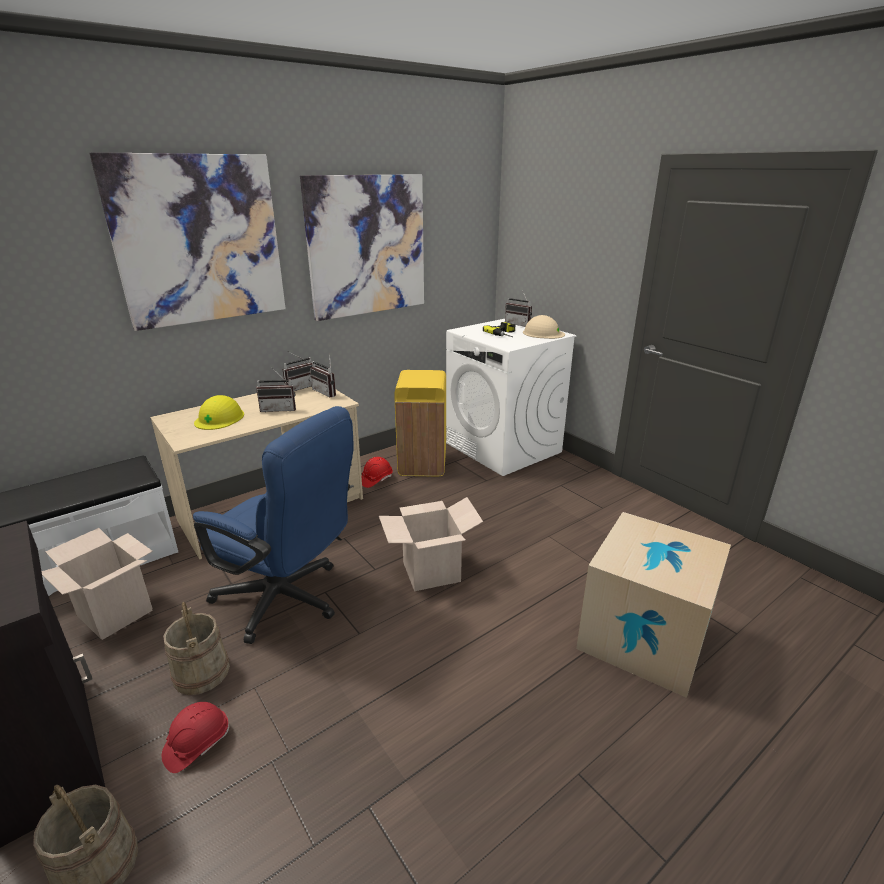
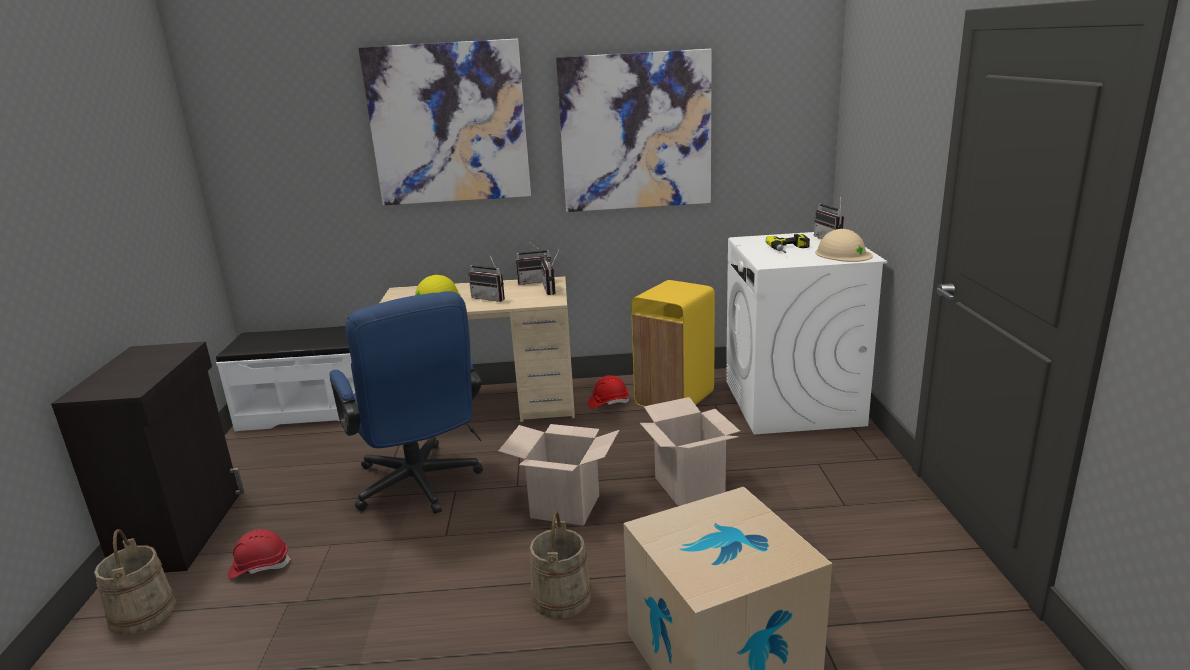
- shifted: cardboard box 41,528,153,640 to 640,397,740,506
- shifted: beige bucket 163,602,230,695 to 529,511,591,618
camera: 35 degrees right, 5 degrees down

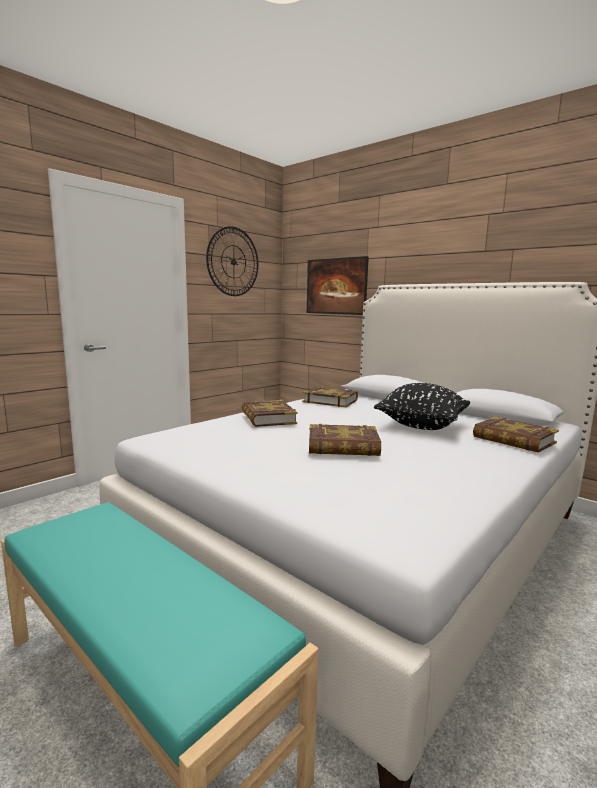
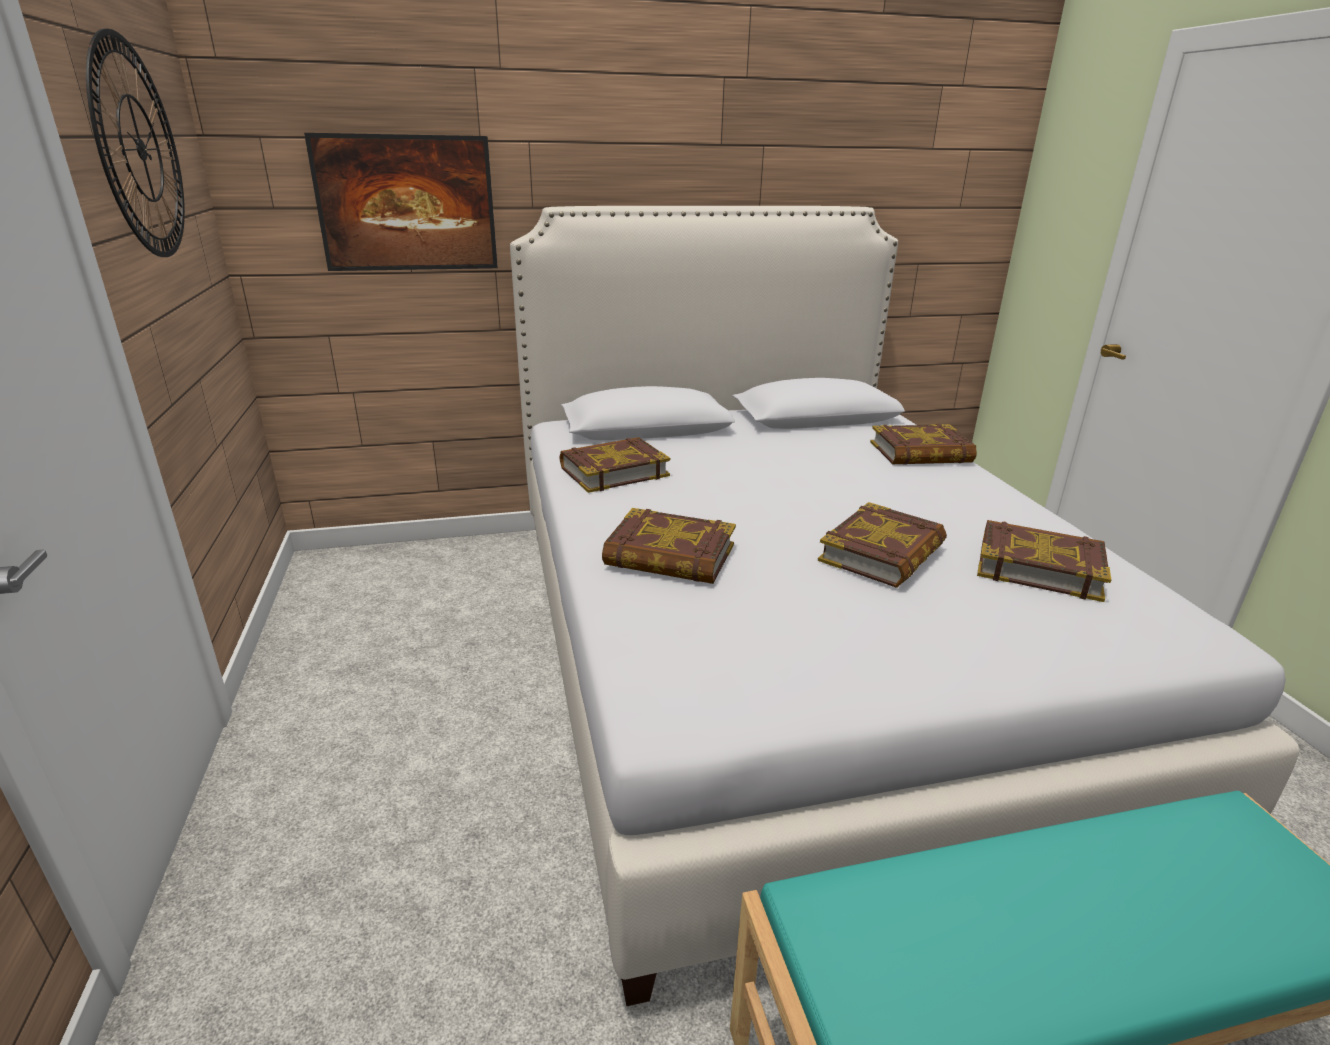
- gone: black pillow 374,383,470,430
- new: book 977,520,1112,602
camera: 55 degrees left, 15 degrees up

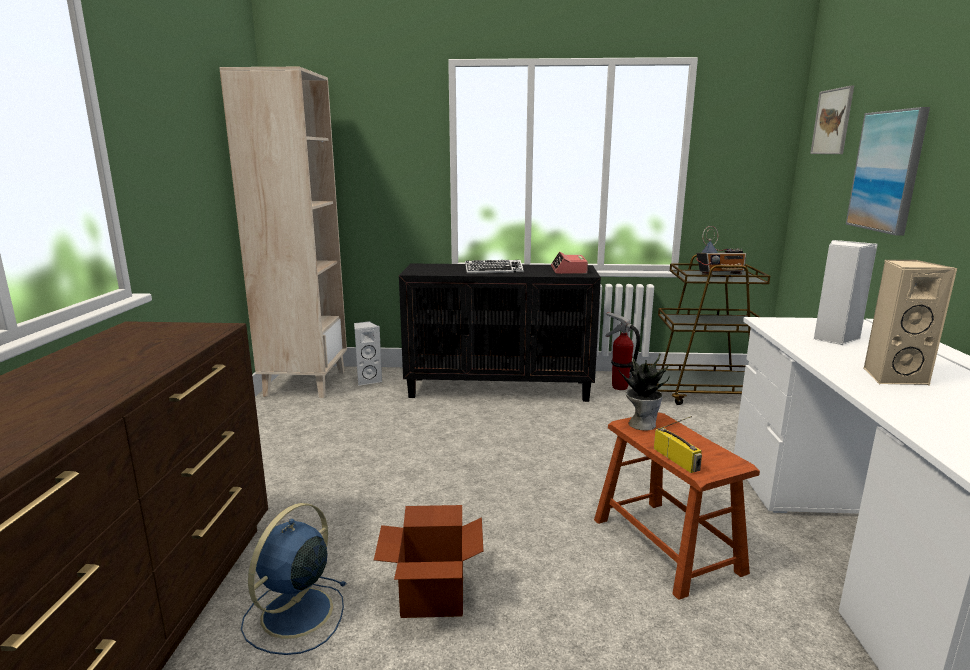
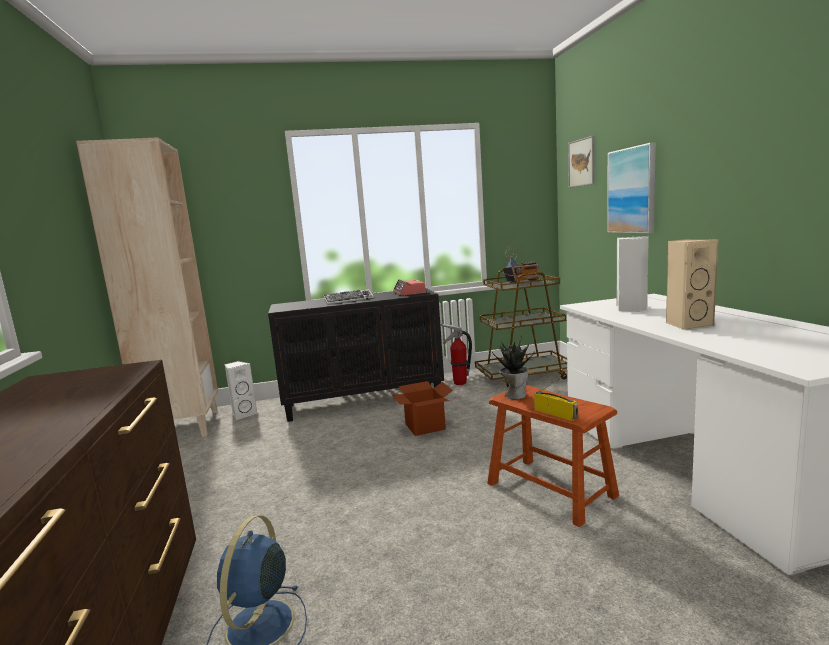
- shifted: cardboard box 374,505,483,618 to 392,381,453,436
camera: 15 degrees left, 5 degrees down

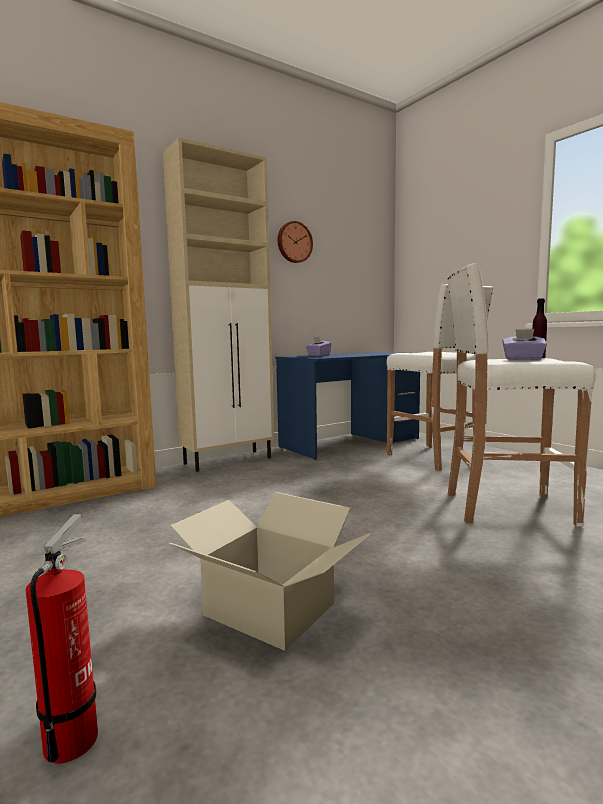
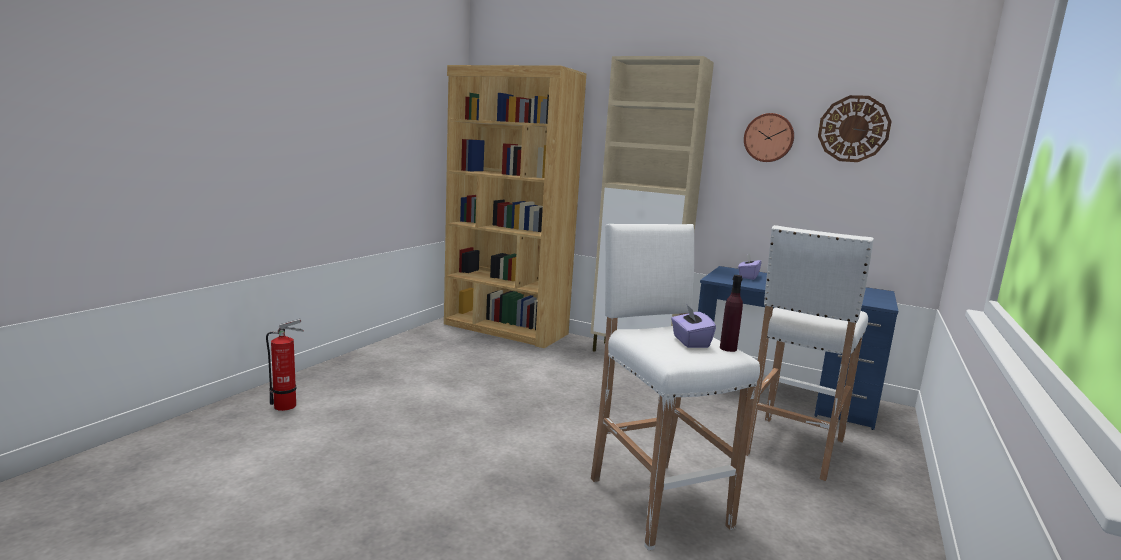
- gone: cardboard box 169,492,370,651
- new: wall clock 818,95,892,162
camera: 60 degrees right, 5 degrees up

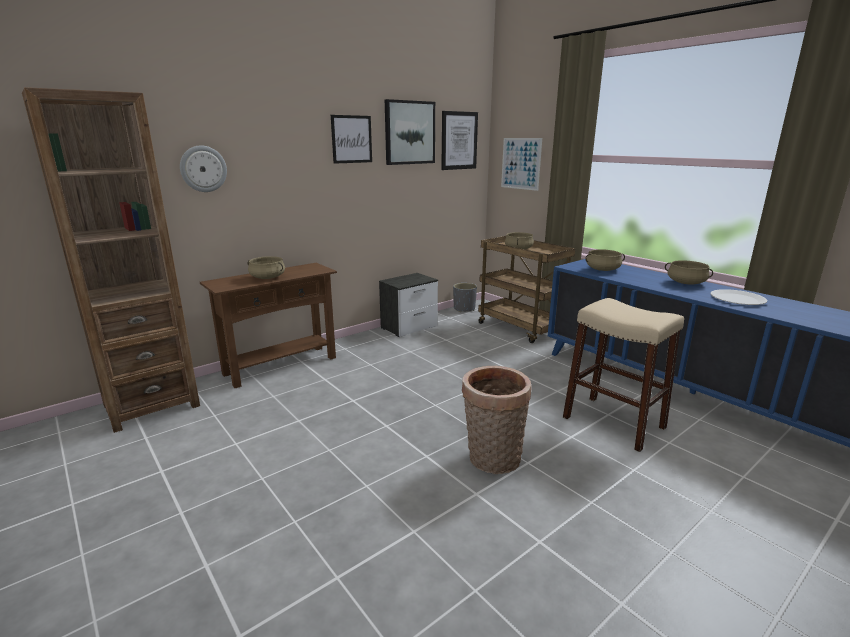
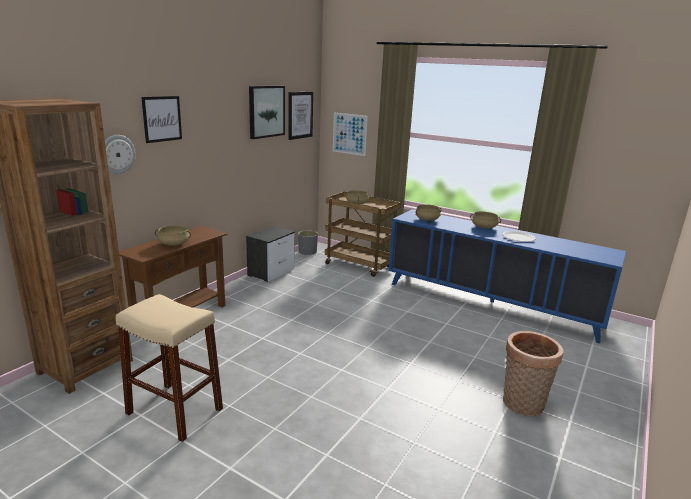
- shifted: picture 331,115,372,164 to 141,96,182,143
- shifted: beige stool 563,298,684,452 to 116,294,223,442
- shifted: basket 462,366,532,474 to 503,331,564,416
camera: 20 degrees left, 0 degrees up

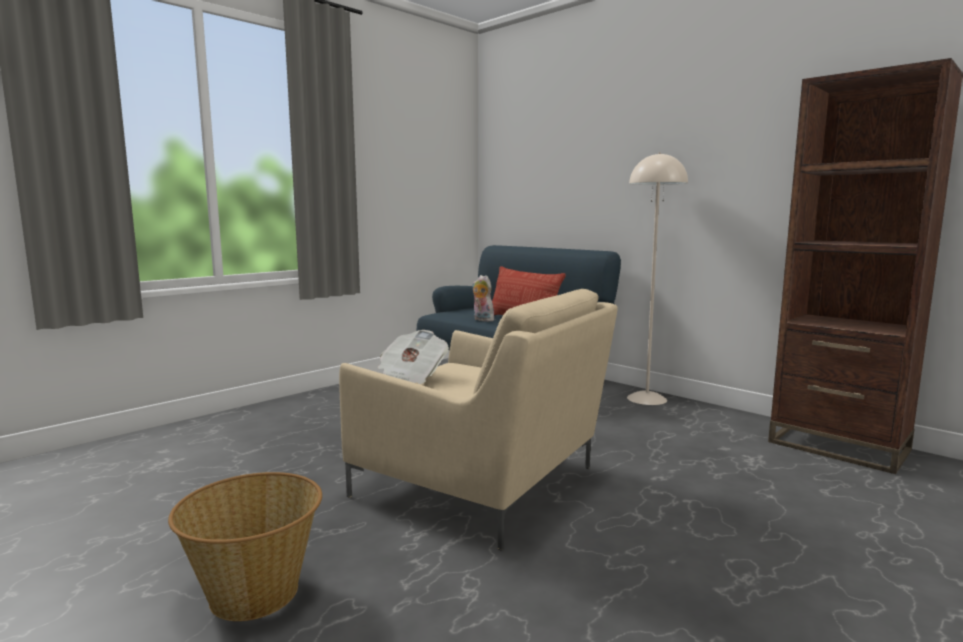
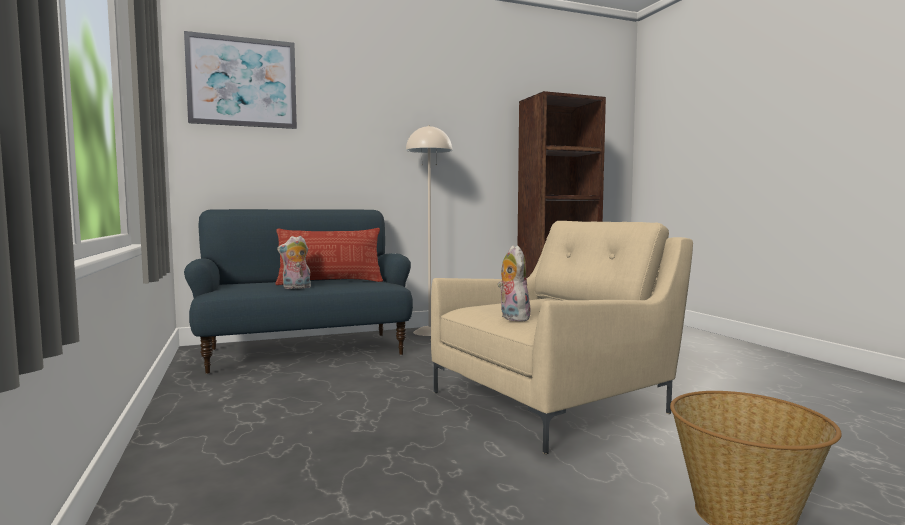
- swapped: newspaper 377,330,449,384 to plush toy 497,246,531,321
- new: picture 184,31,297,129
camera: 65 degrees left, 5 degrees down

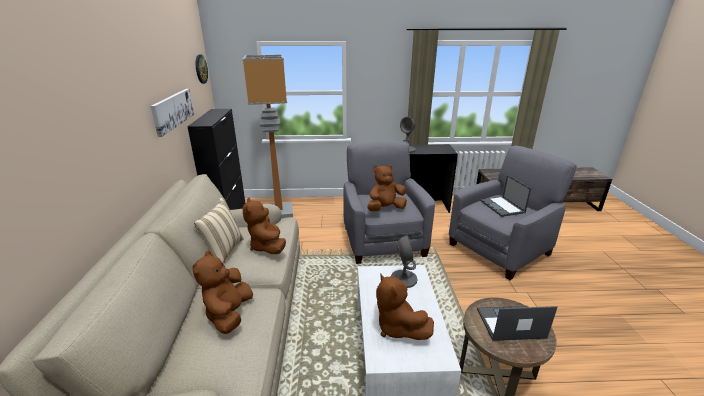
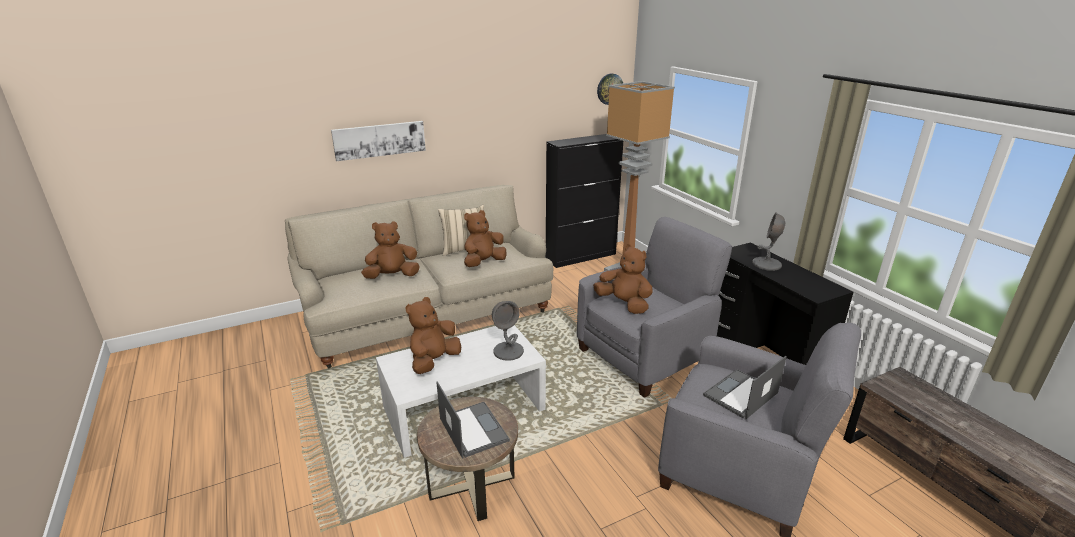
- shifted: picture 150,89,194,137 to 331,121,426,161
camera: 65 degrees right, 0 degrees up

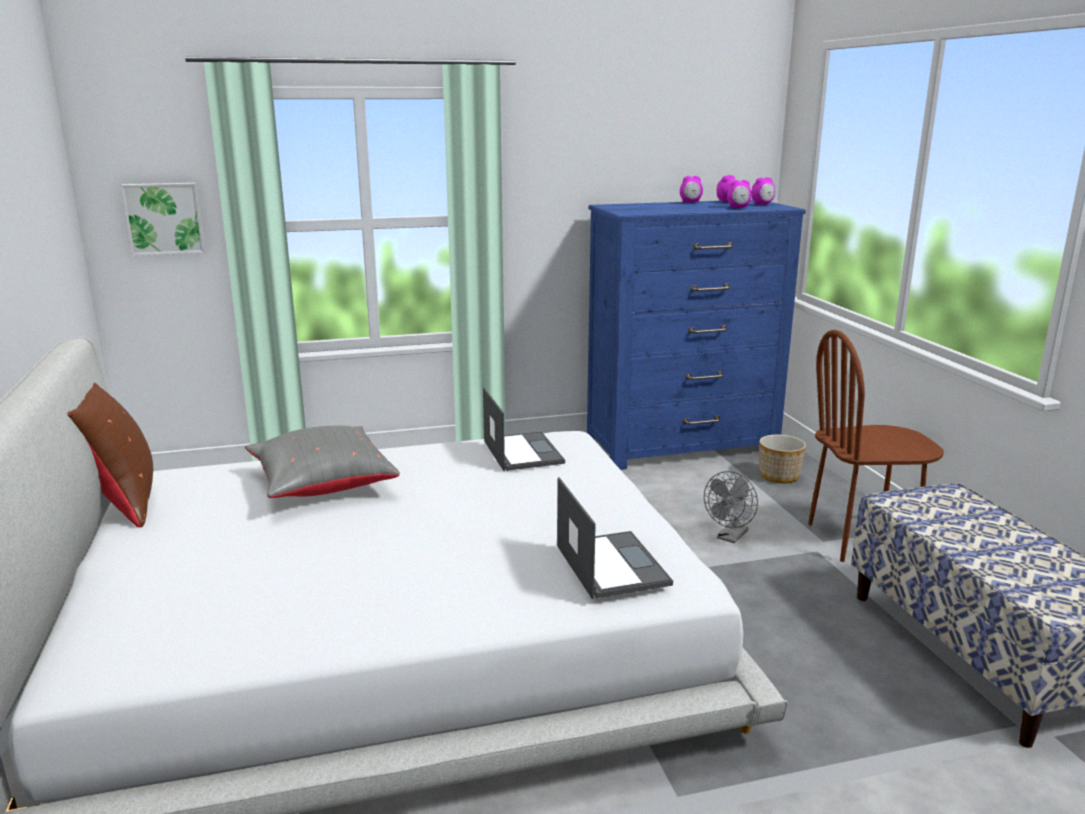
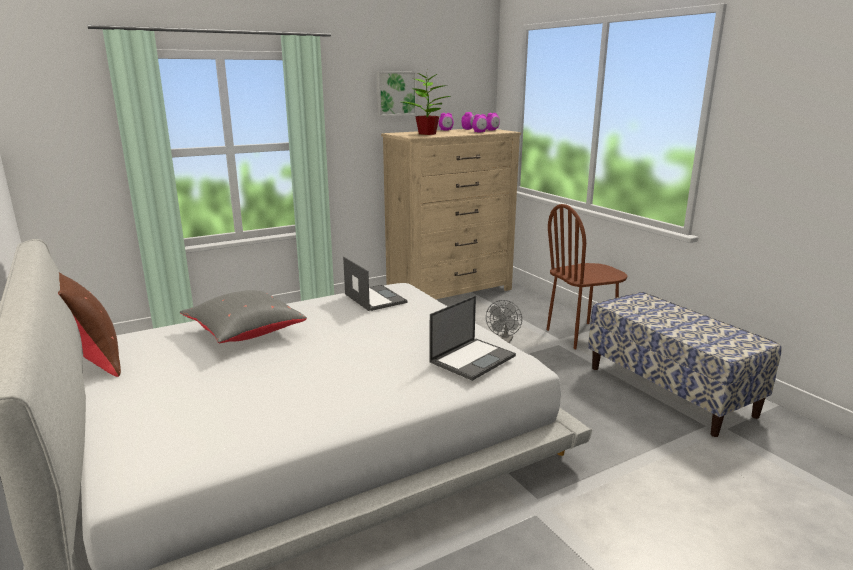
- shifted: picture 120,183,205,256 to 377,72,417,116
- repainted: blue dresser 587,200,806,470 to beige dresser 381,129,521,299
- gone: planter 759,434,806,484
- rotated: laptop 557,477,673,599 = 430,296,516,381 75 degrees clockwise
- new: potted plant 402,73,451,135
camera: 15 degrees left, 0 degrees up

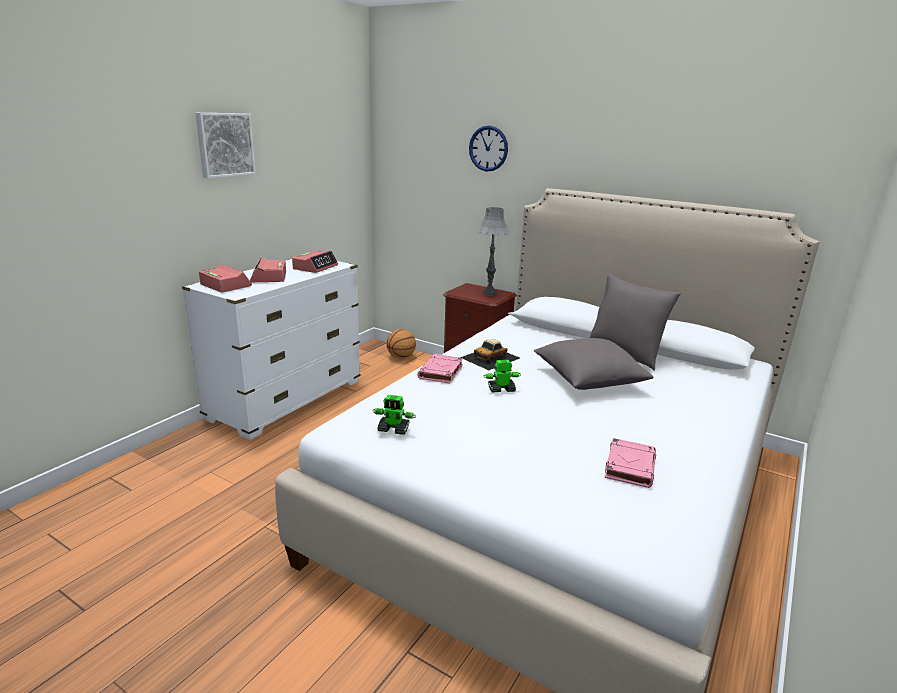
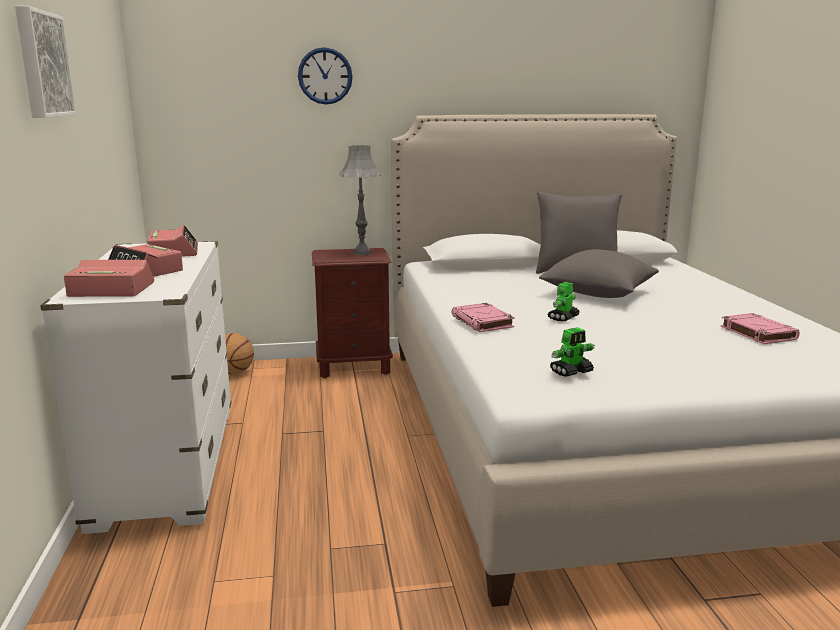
- gone: toy car 460,339,520,370
camera: 40 degrees left, 5 degrees down

